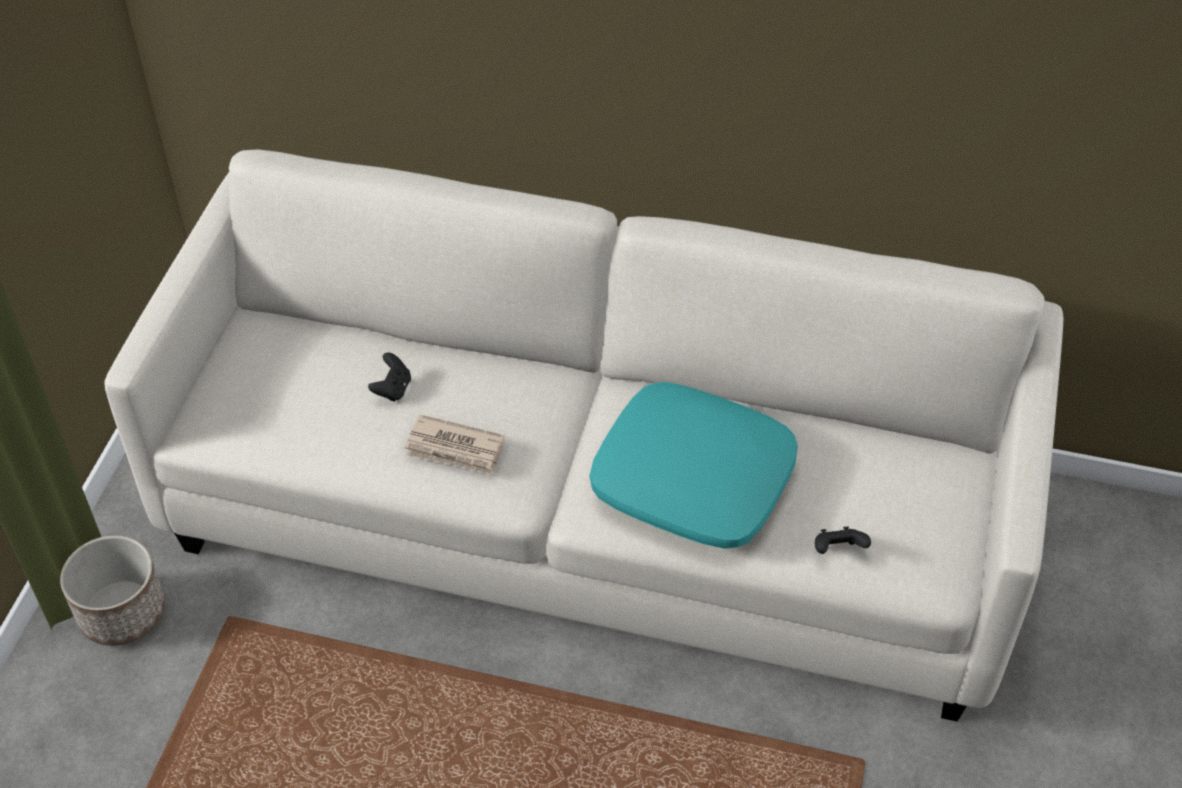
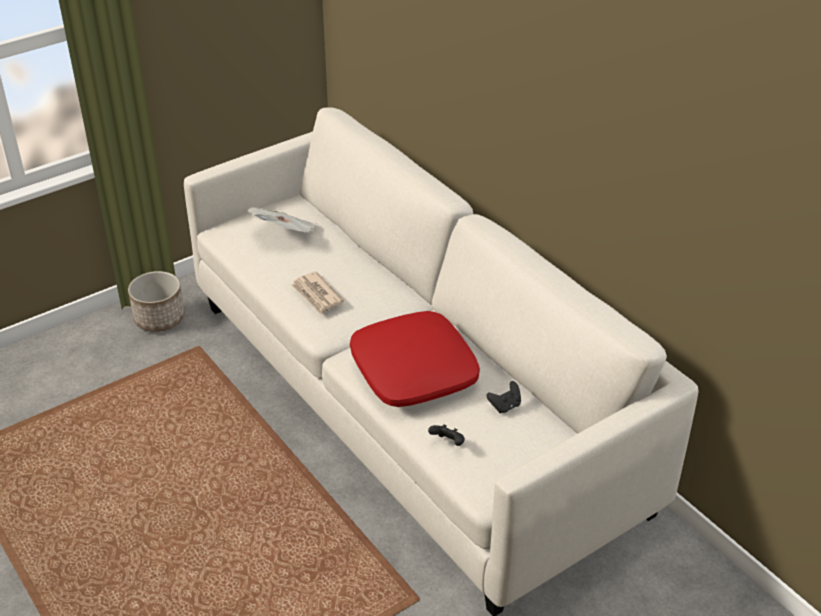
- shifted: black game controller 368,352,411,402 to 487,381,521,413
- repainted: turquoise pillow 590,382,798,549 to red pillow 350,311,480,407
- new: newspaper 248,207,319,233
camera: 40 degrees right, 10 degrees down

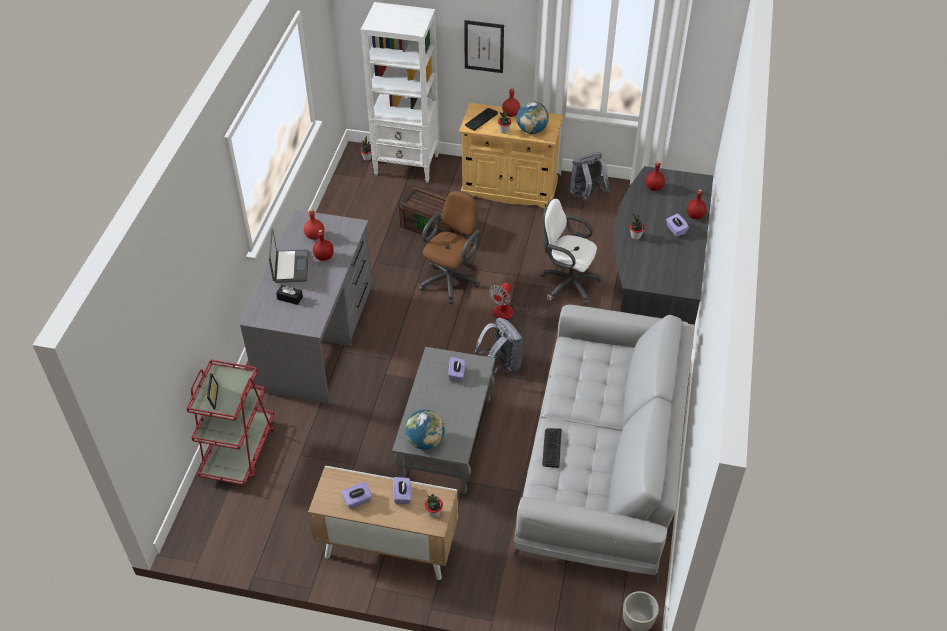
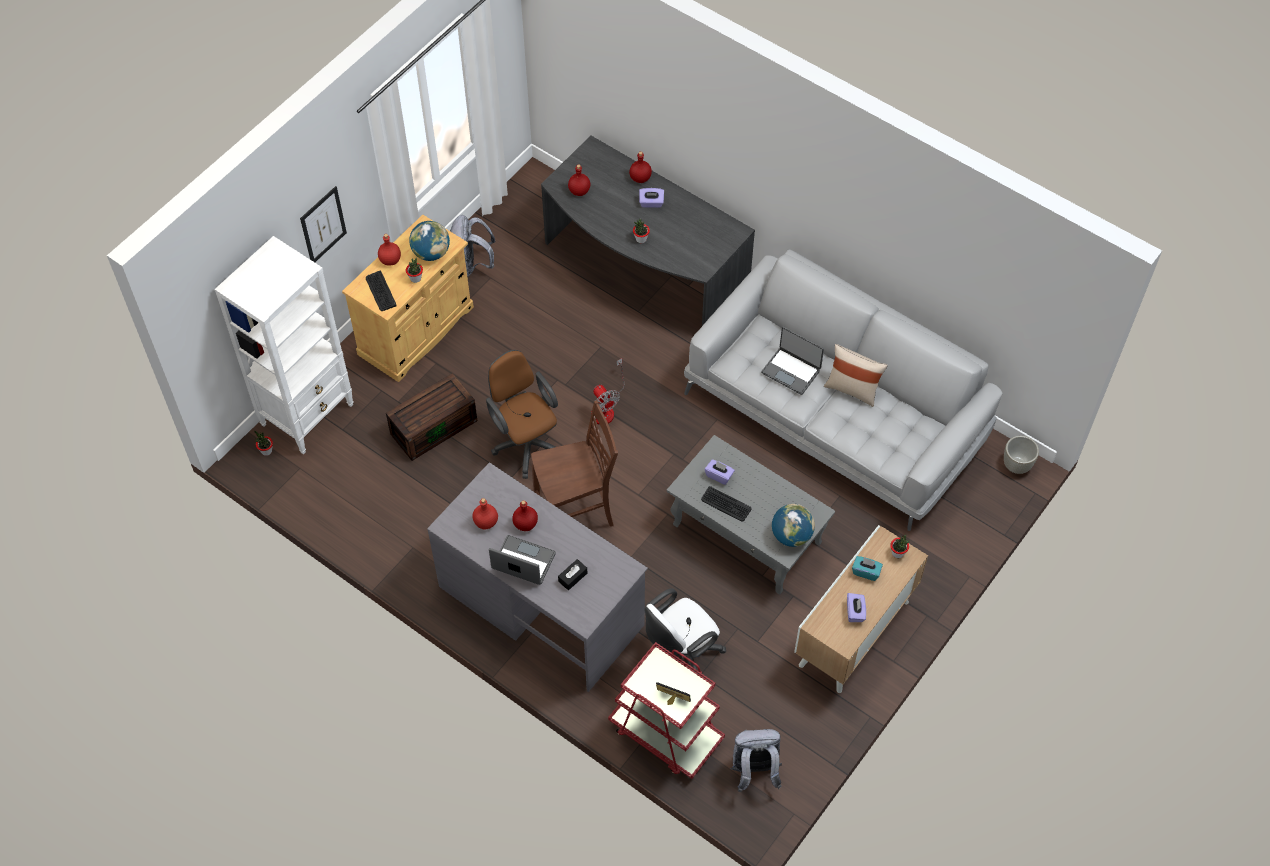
- shifted: white office chair 541,198,602,305 to 645,588,726,673
- shifted: grey backpack 475,318,523,375 to 730,729,782,792
- shifted: keyboard 542,428,562,468 to 701,486,752,521
- repainted: purple tissue box 393,477,411,505 to turquoise tissue box 852,556,883,581
- new: laptop 761,326,824,395
- new: beige pillow 824,344,888,407
- new: brown chair 531,400,618,526
camera: 65 degrees left, 10 degrees up

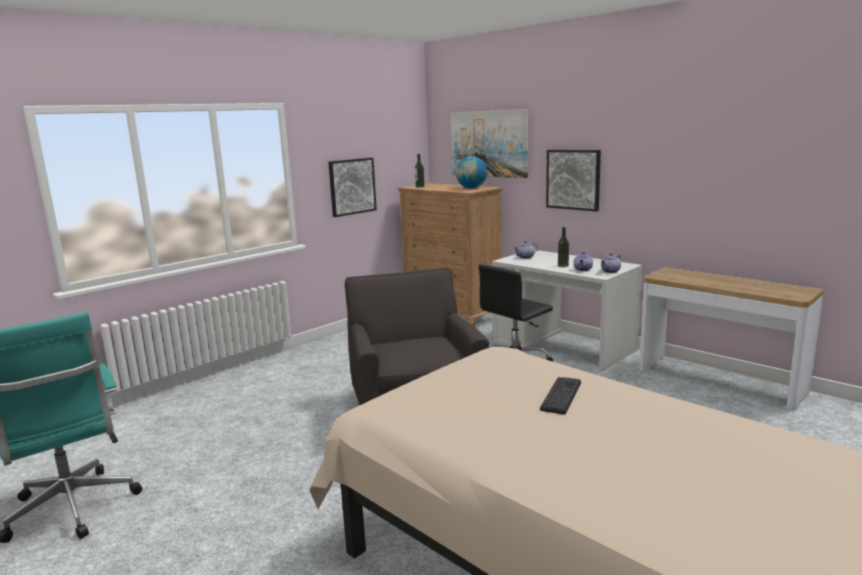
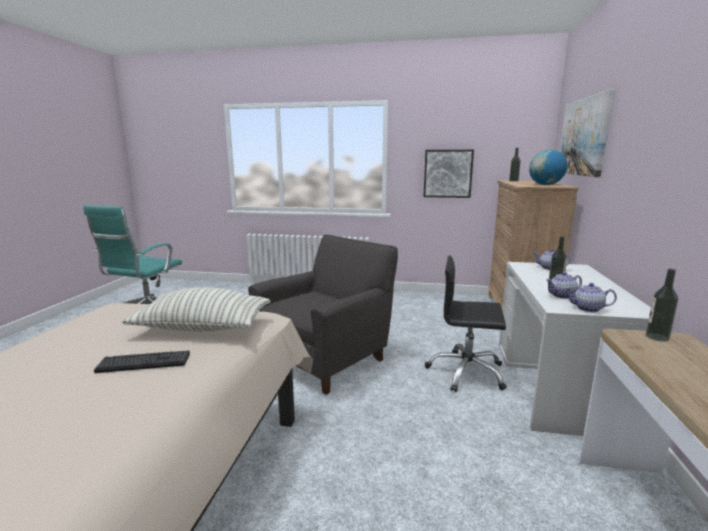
- gone: picture 546,150,601,212
- new: bottle 646,269,678,342
- new: pillow 122,287,271,331
camera: 55 degrees right, 0 degrees up

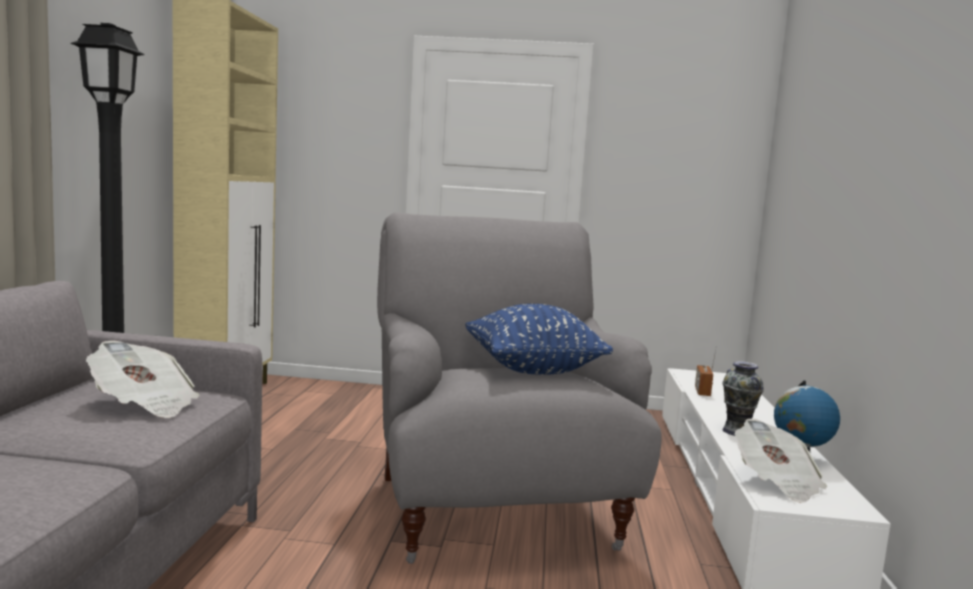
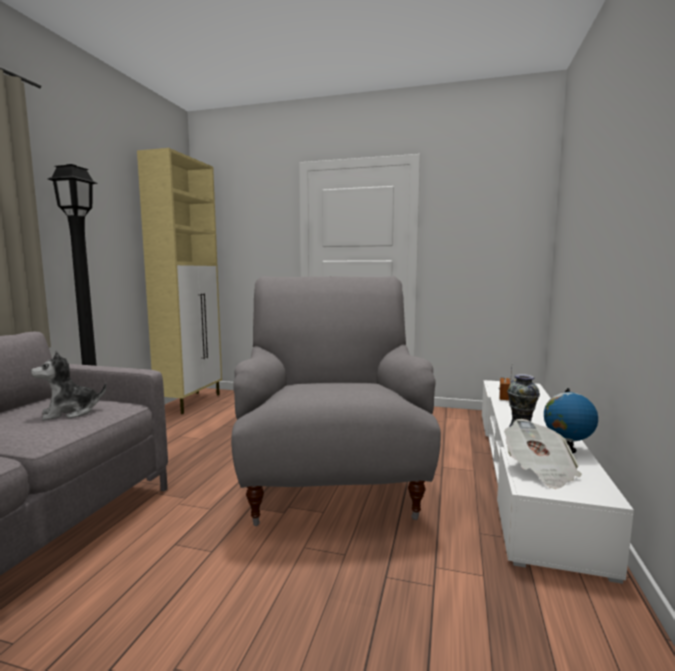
- gone: blue pillow 465,304,613,375
- swapped: newspaper 86,341,200,418 to plush toy 31,350,107,421
camera: 10 degrees right, 0 degrees up

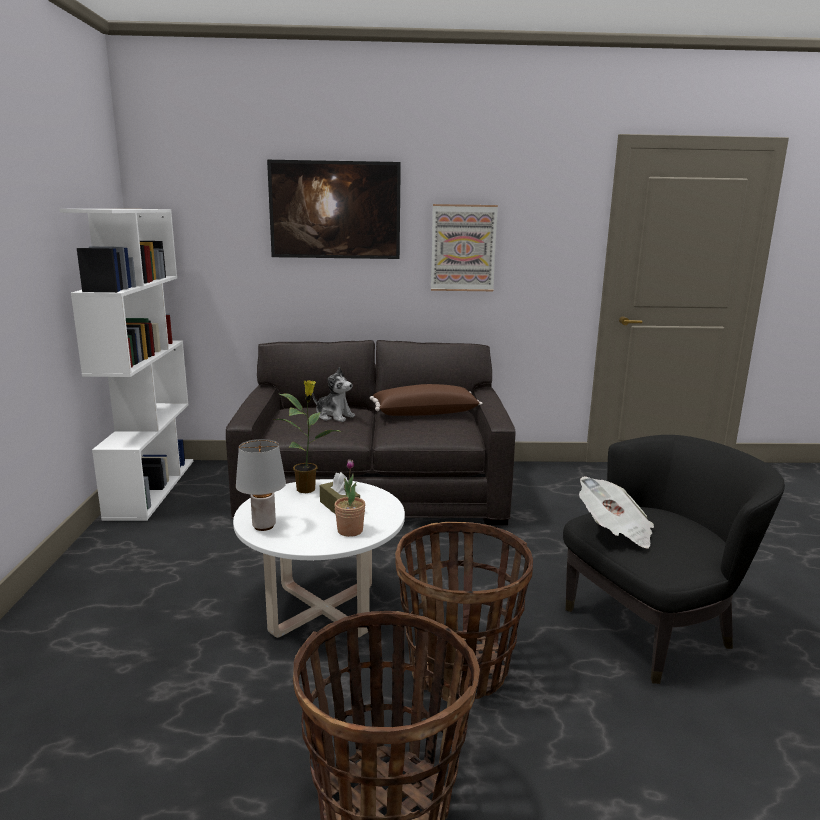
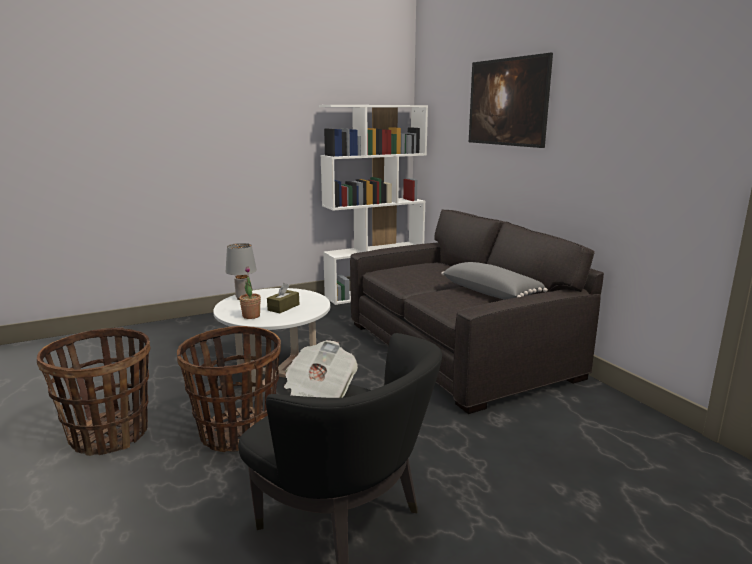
- gone: picture 431,204,498,291
- gone: plush toy 313,367,355,422
- gone: potted plant 275,380,343,493
- repainted: brown pillow 370,384,482,416 to grey pillow 441,262,548,300
camera: 65 degrees right, 0 degrees up

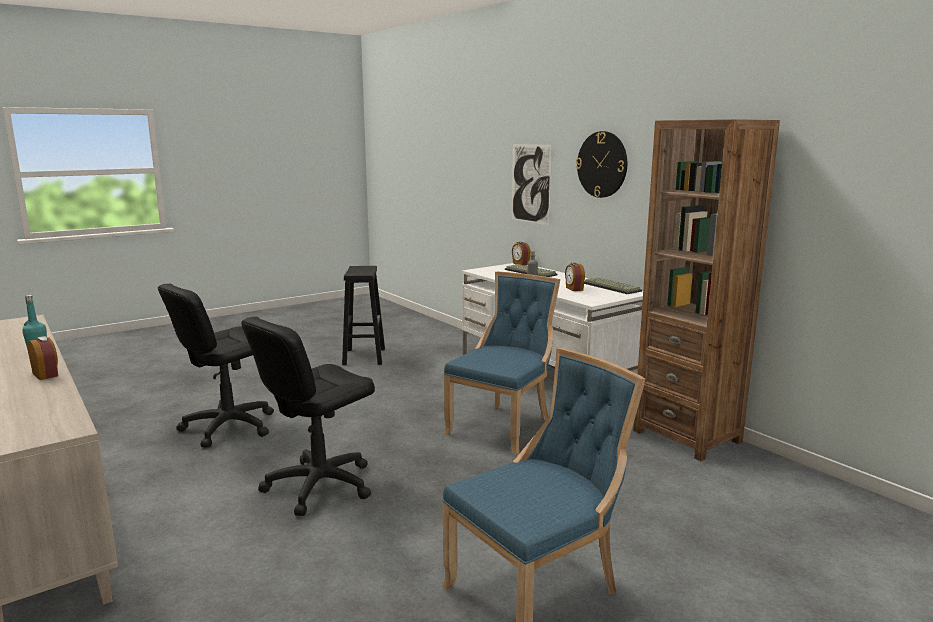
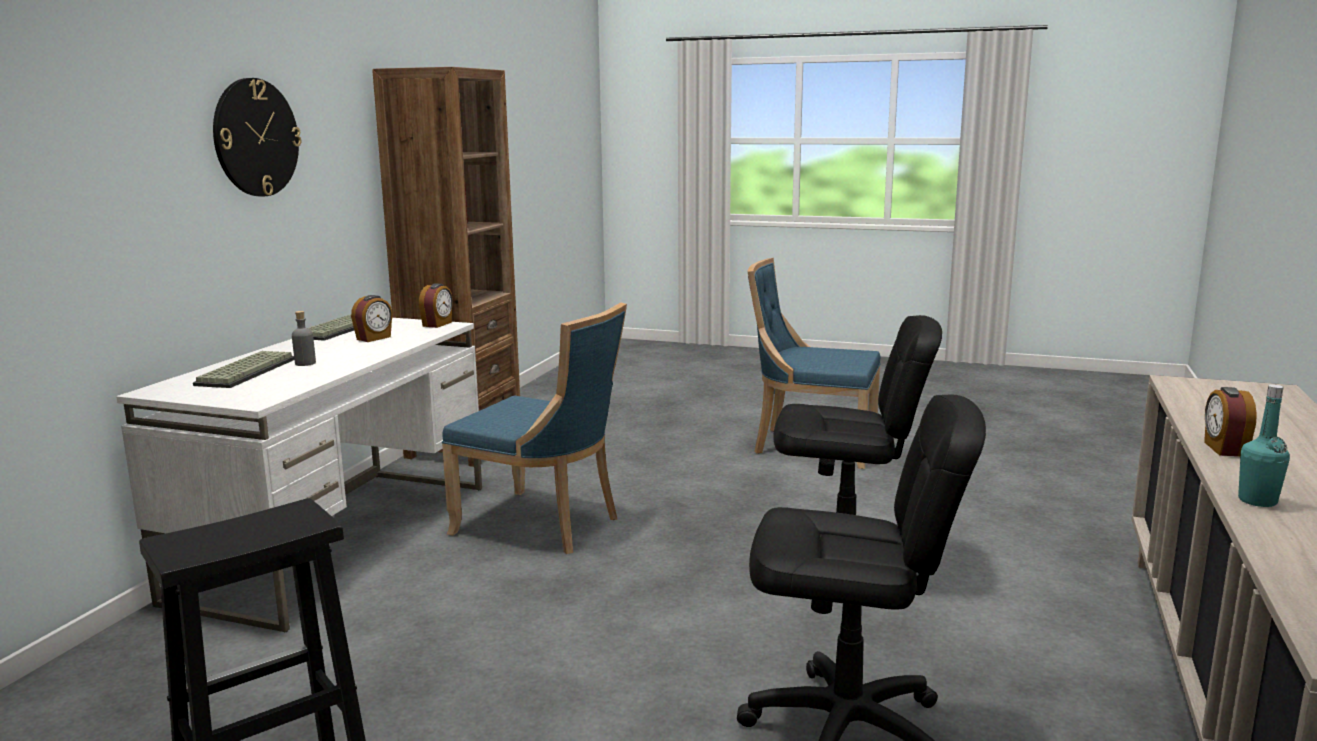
- gone: picture 512,144,552,225
- shifted: alarm clock 512,242,531,265 to 419,283,453,328
- rotated: blue chair 443,272,560,455 = 442,303,627,554 150 degrees counterclockwise
camera: 125 degrees left, 0 degrees up

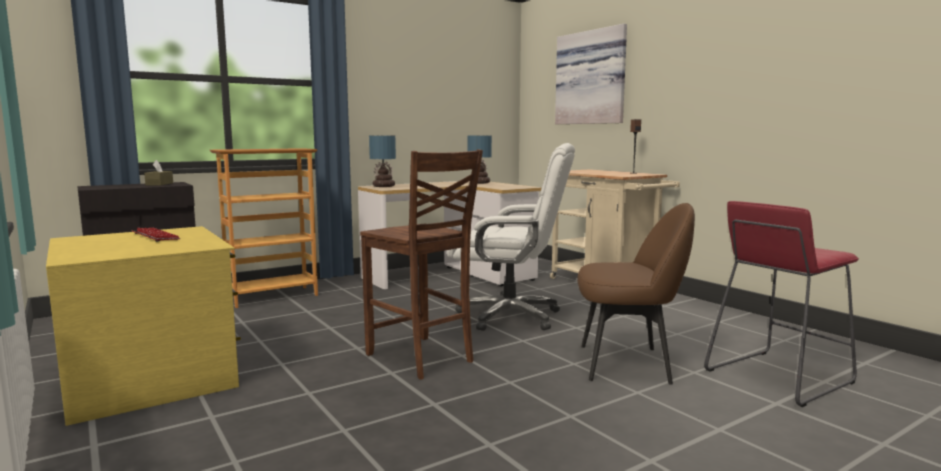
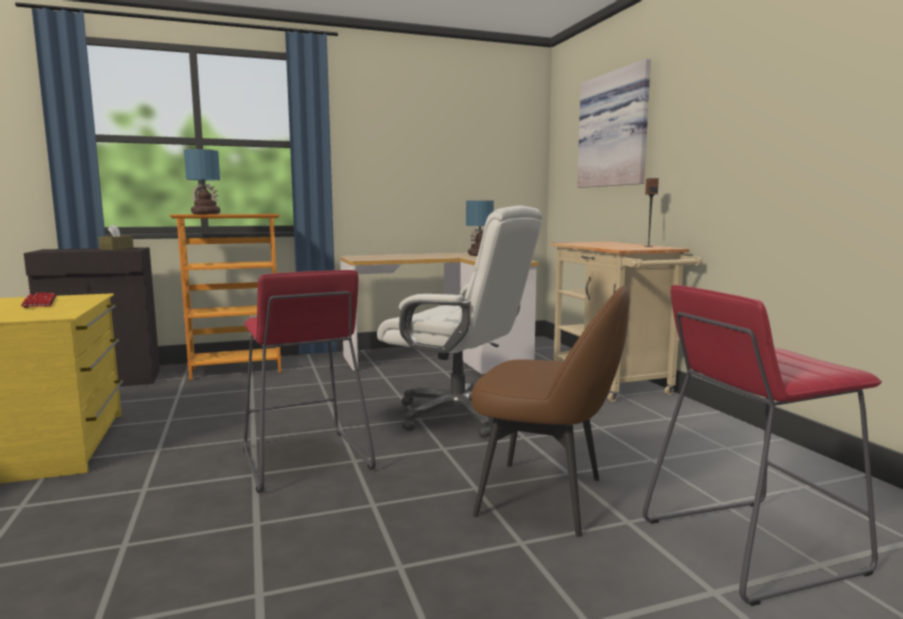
- shifted: table lamp 369,135,396,187 to 184,149,221,214
- swapped: brown chair 360,149,483,380 to red stool 243,270,376,493
camera: 15 degrees right, 0 degrees up

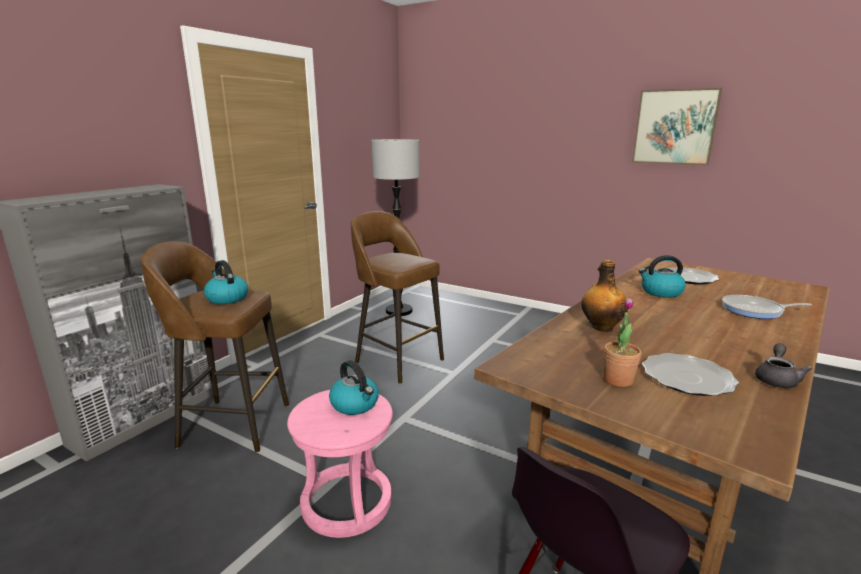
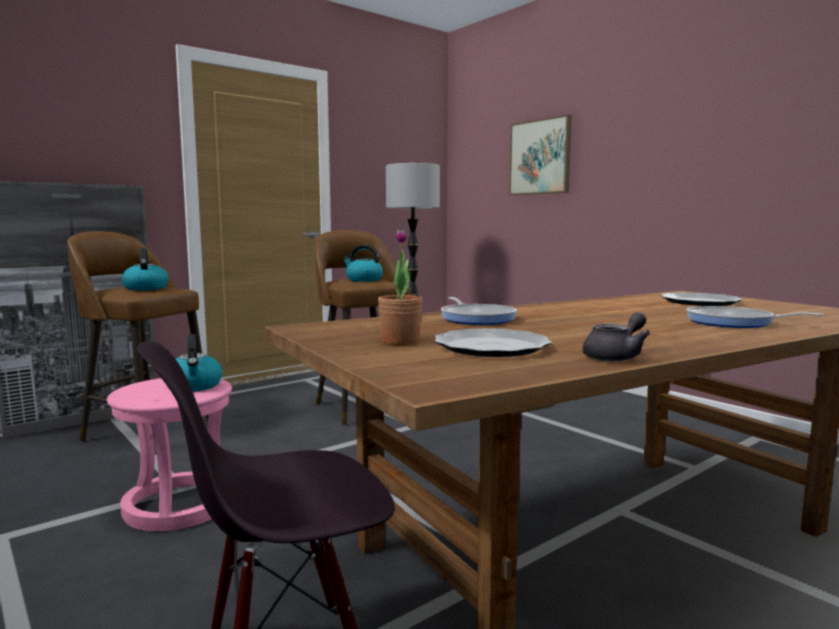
- shifted: picture 632,88,722,165 to 509,114,572,195
- shifted: kettle 639,255,686,298 to 343,245,383,282
- swapped: bottle 581,260,628,332 to frying pan 441,297,517,325
camera: 20 degrees right, 10 degrees down

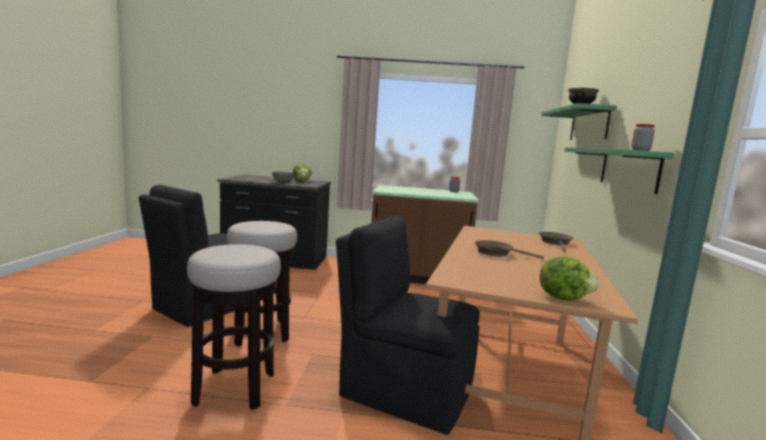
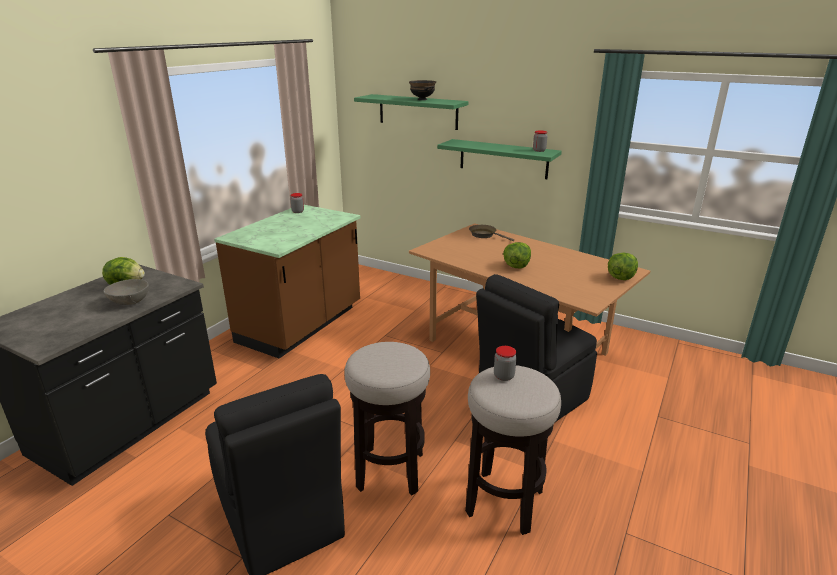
- swapped: brown frying pan 475,240,544,259 to lettuce 503,242,531,268
- new: jar 494,346,517,381
camera: 65 degrees left, 15 degrees up

